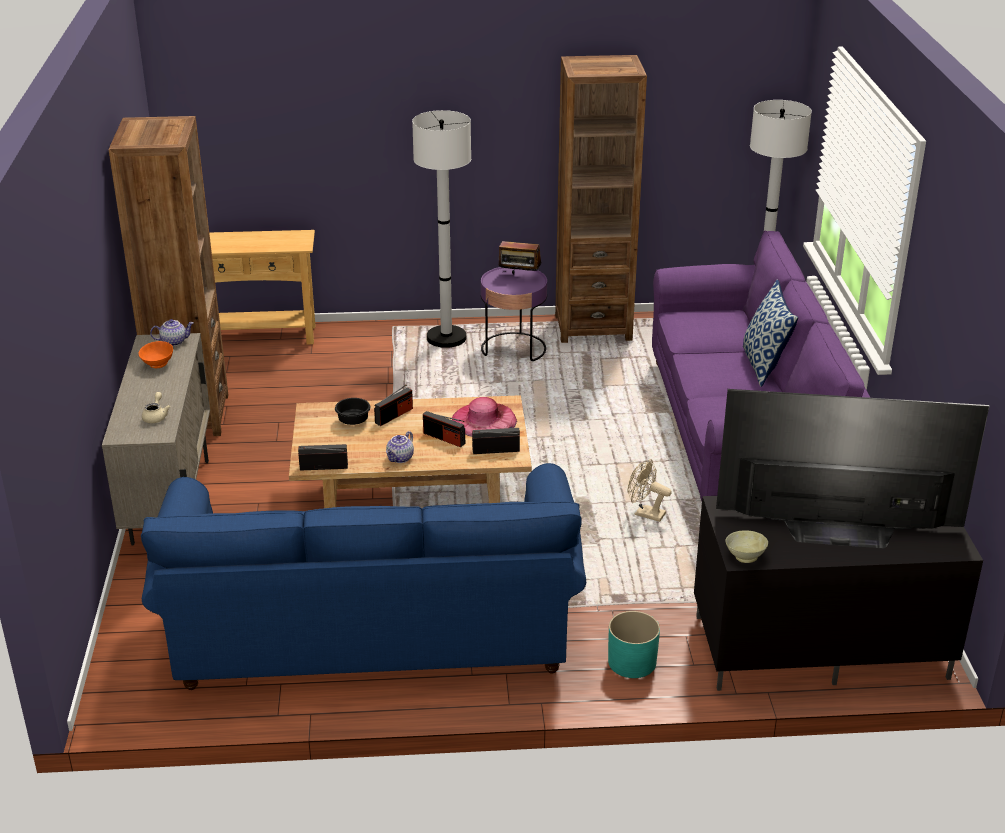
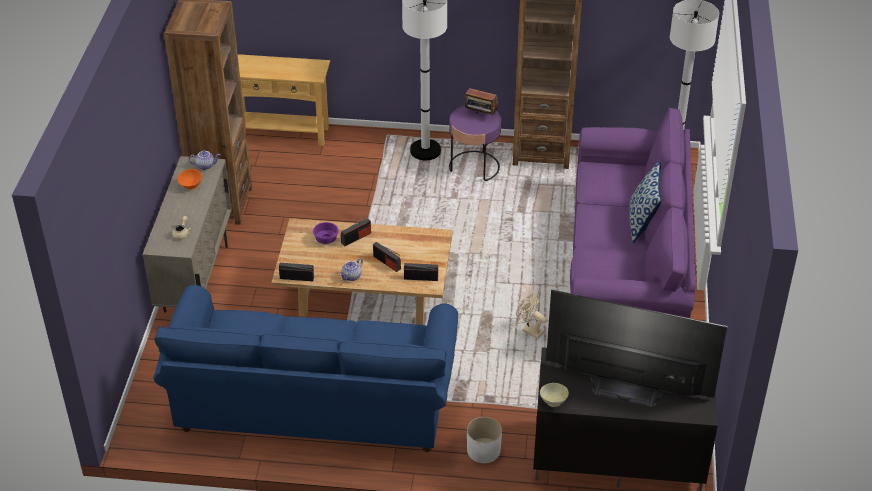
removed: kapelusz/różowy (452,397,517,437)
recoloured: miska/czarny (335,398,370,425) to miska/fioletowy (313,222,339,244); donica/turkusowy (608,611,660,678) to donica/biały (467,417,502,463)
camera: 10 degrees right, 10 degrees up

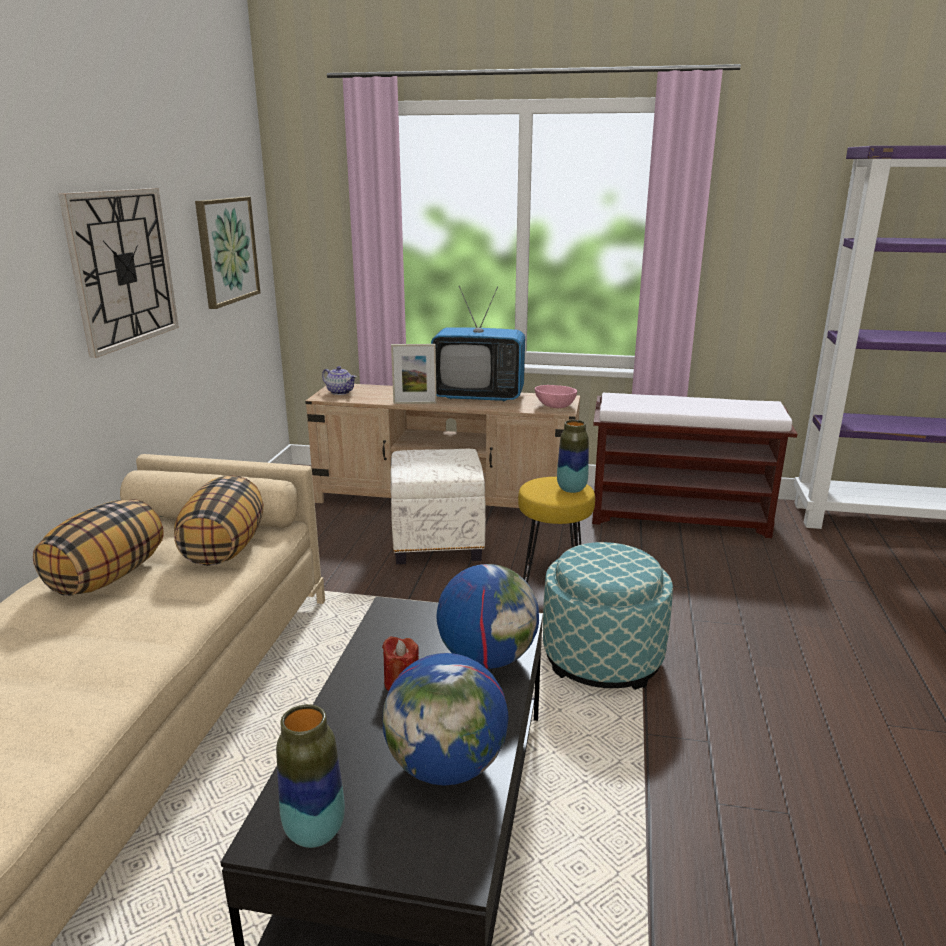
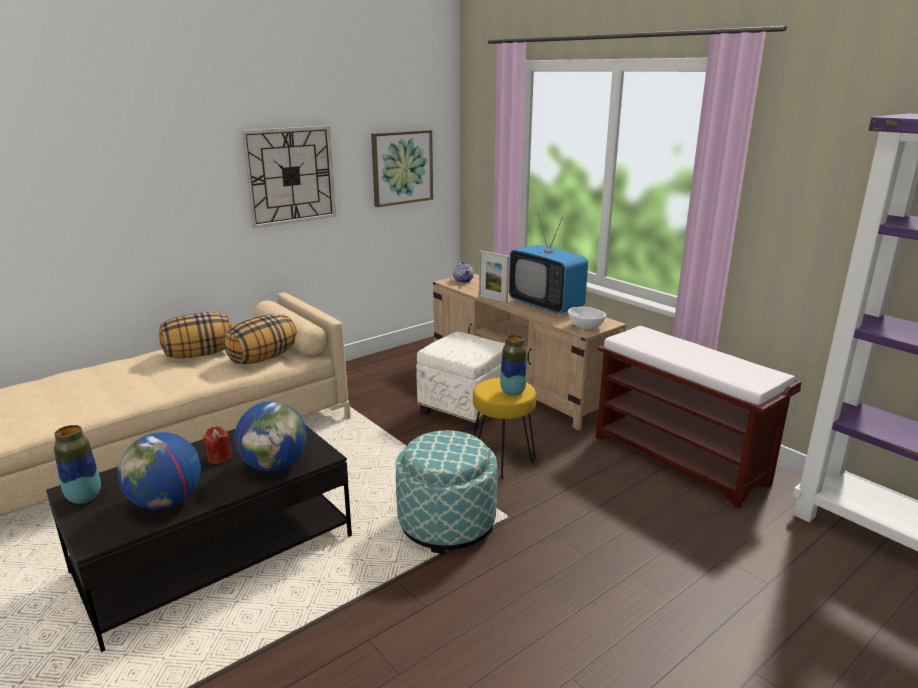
recoloured: miska/różowy (535,385,577,408) to miska/biały (568,307,606,330)
camera: 40 degrees right, 0 degrees up

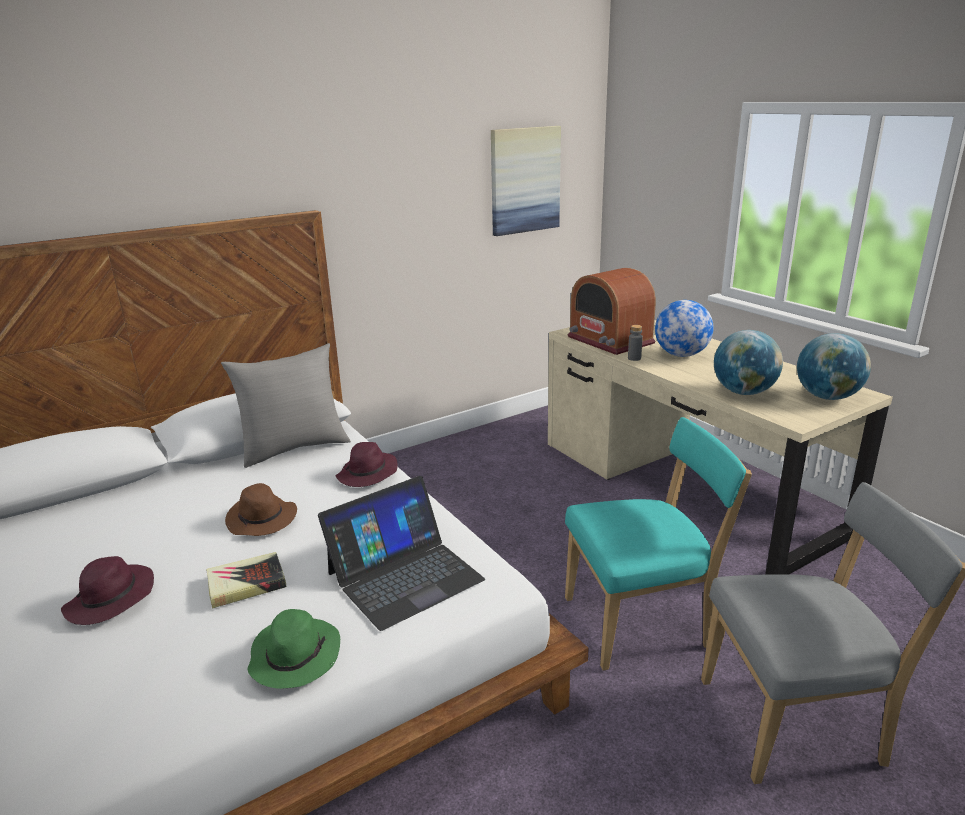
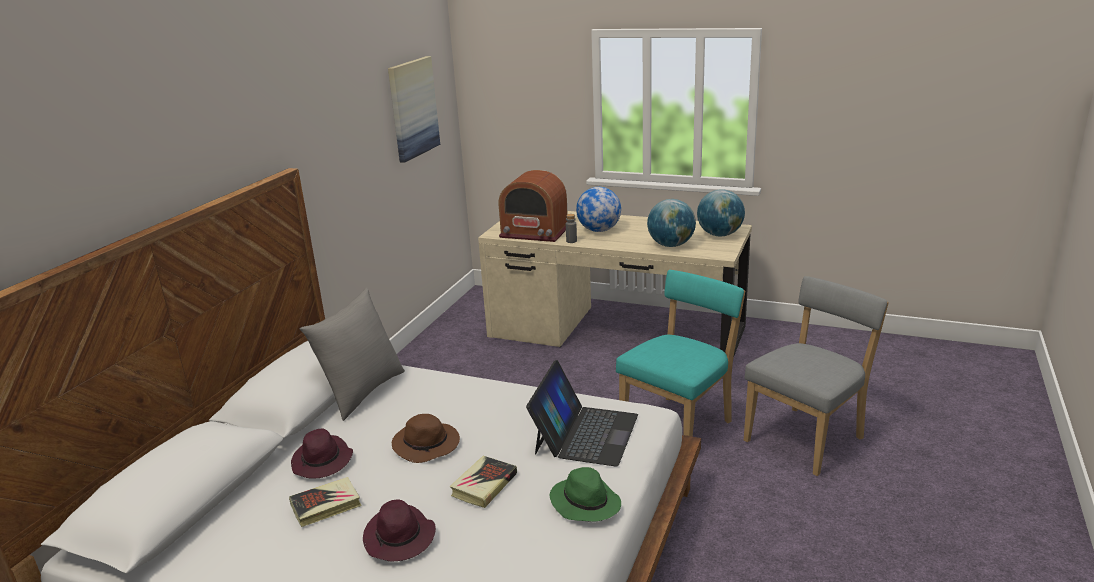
added: książka (289,477,362,527)
moved: kapelusz/fioletowy (336,442,398,487) to (291,428,353,478)
camera: 35 degrees left, 0 degrees up

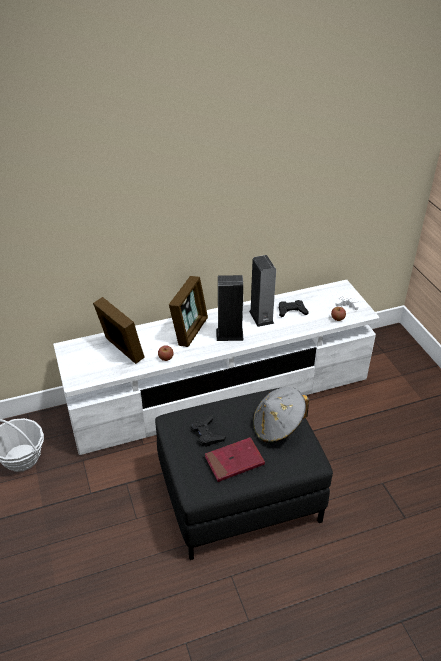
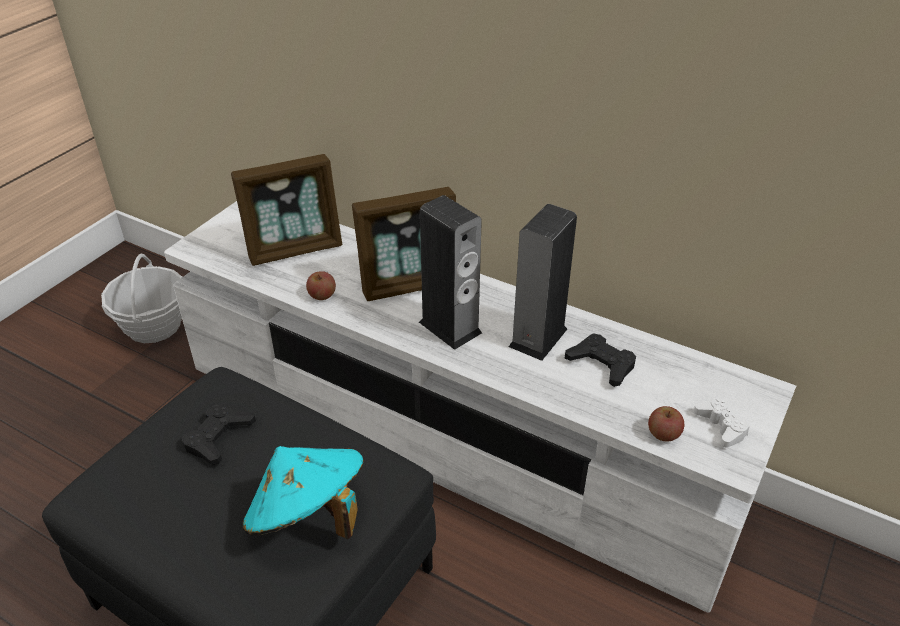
removed: książka/czerwony (205,437,265,482)
recoloured: kapelusz/szary (253,387,309,443) to kapelusz/turkusowy (243,446,363,539)
turned: ramka na zdjęcie (93,297,145,364) = (231,154,342,266) 60 degrees clockwise
camera: 50 degrees right, 0 degrees up

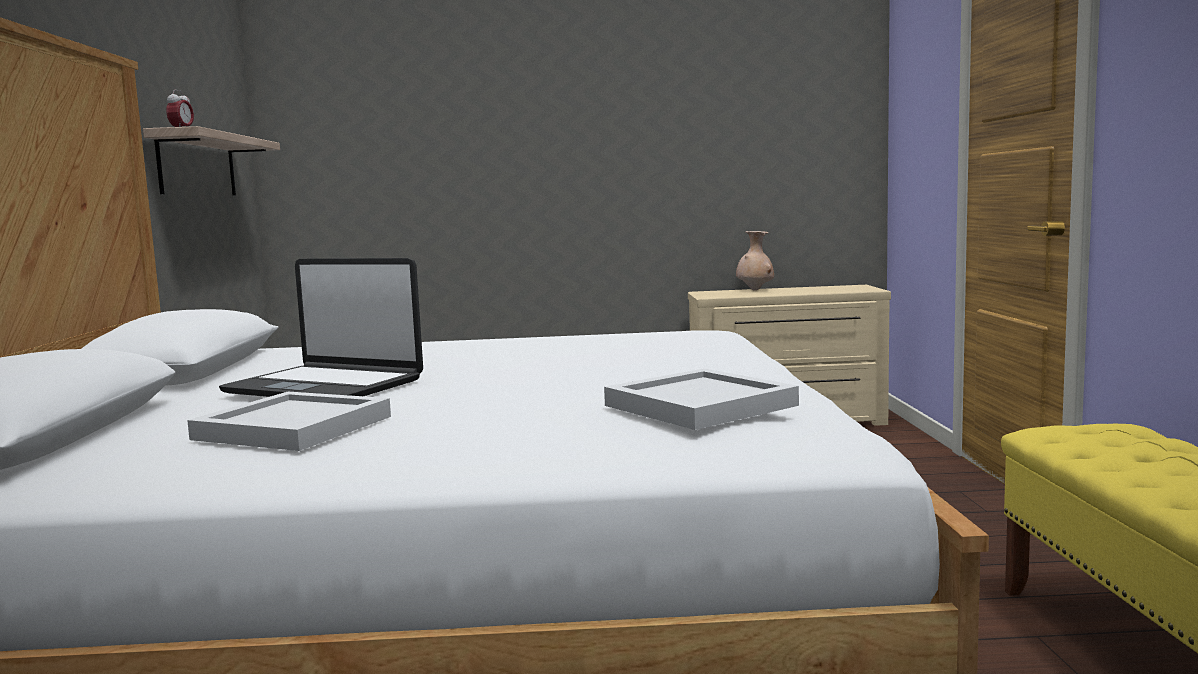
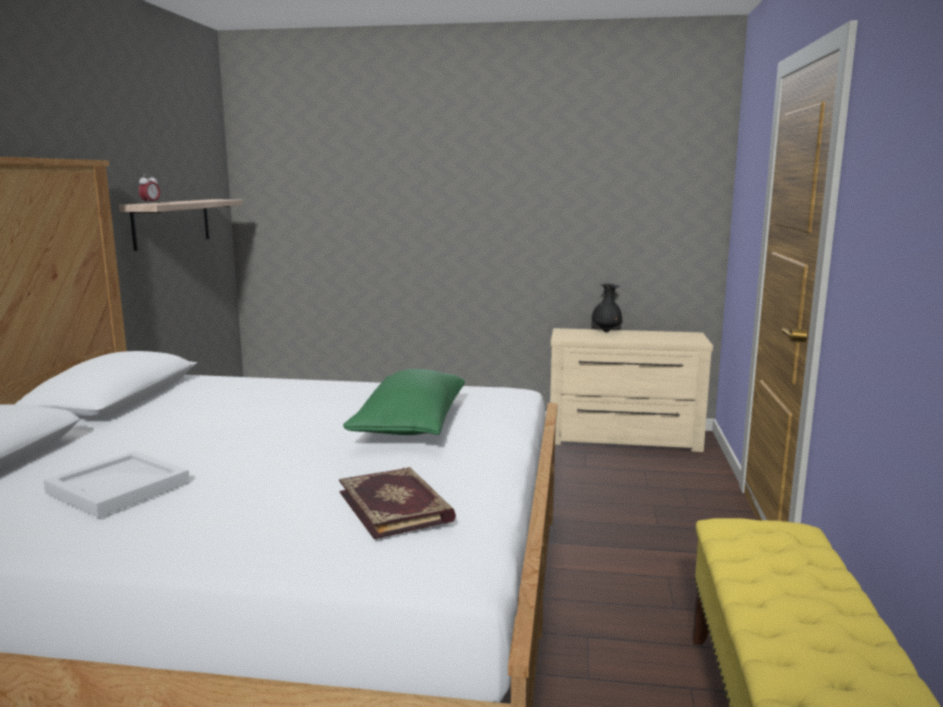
removed: laptop (219,258,423,397)
added: poduszka/zielony (343,369,465,435)
replaced: taca/biały (604,368,799,430) to książka (339,467,456,539)
recoloured: wazon/beżowy (736,231,774,290) to wazon/czarny (591,283,622,332)
camera: 10 degrees right, 5 degrees up

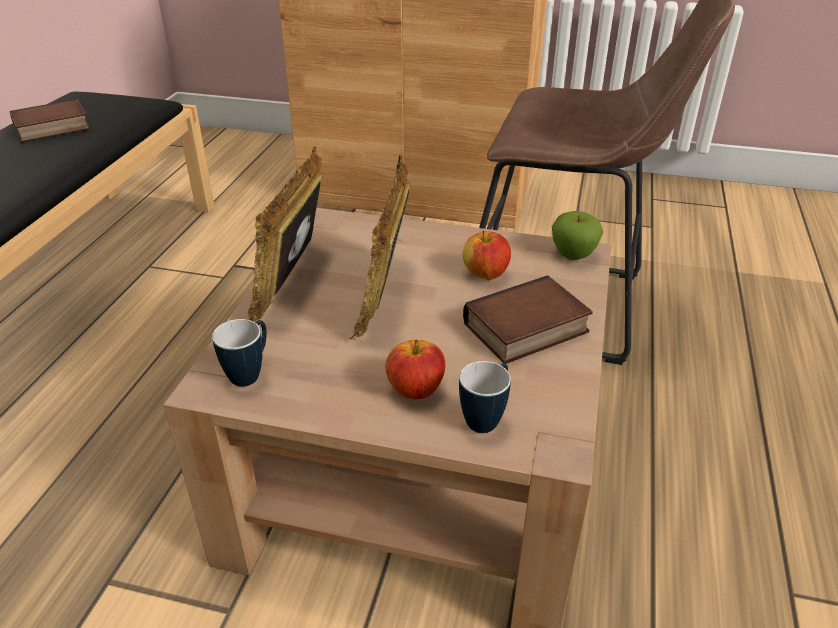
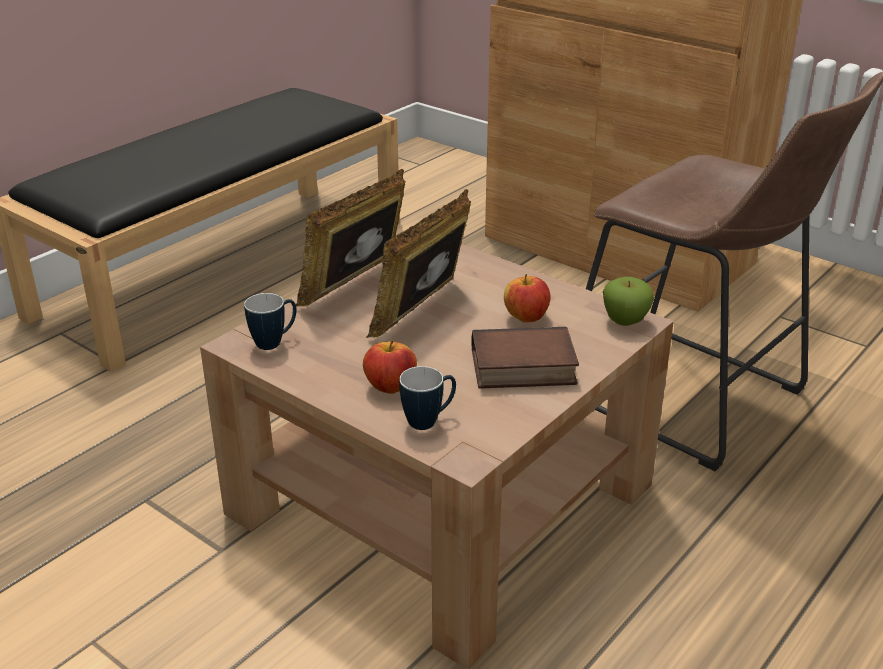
removed: książka (9,99,90,143)
camera: 25 degrees right, 5 degrees down

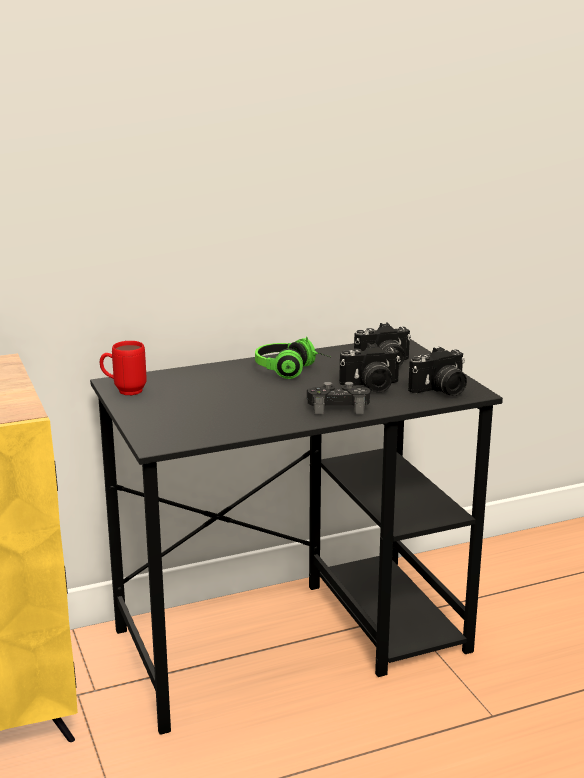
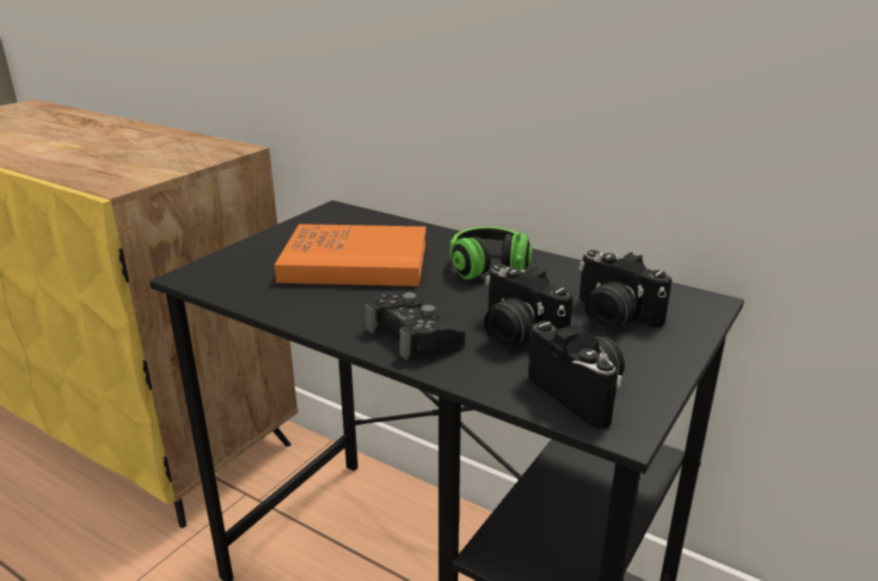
removed: kubek/czerwony (100,341,147,395)
added: książka/pomarańczowy (274,224,426,286)
turned: aparat fotograficzny (408,347,467,396) = (528,321,625,429) 150 degrees counterclockwise
camera: 55 degrees right, 5 degrees up

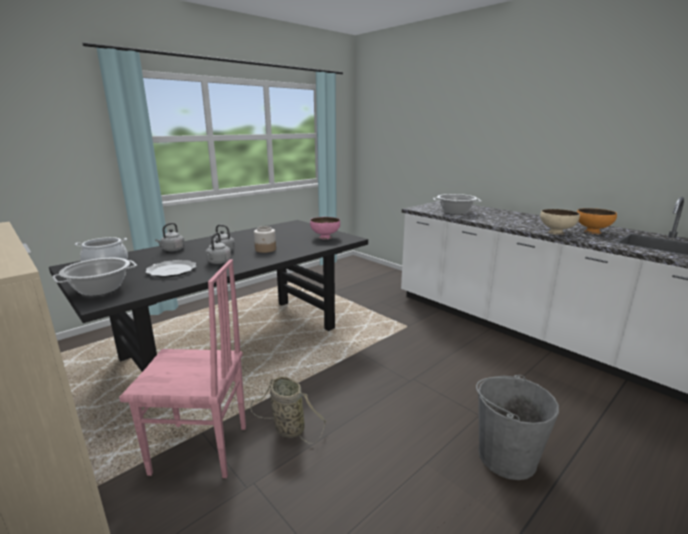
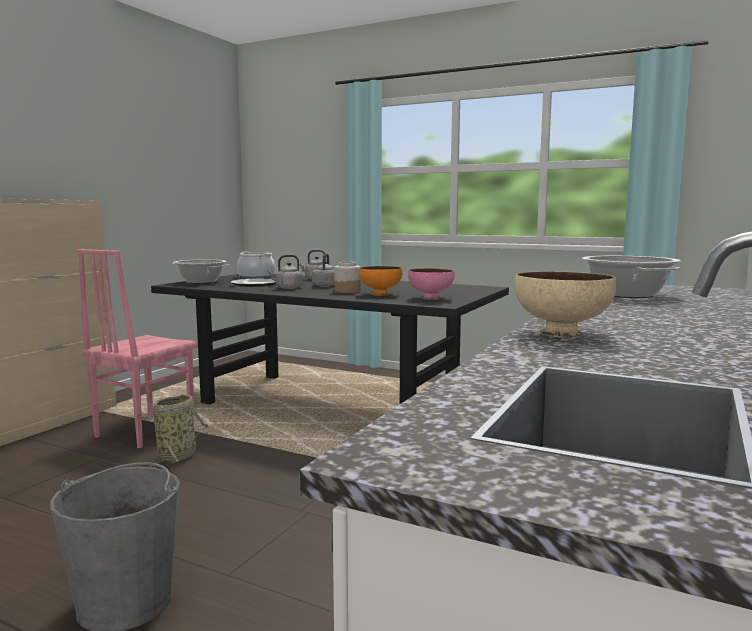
moved: miska/pomarańczowy (577,208,617,234) to (359,266,403,296)
turned: krzesło/różowy (119,259,246,478) = (78,249,198,448) 45 degrees clockwise
camera: 70 degrees right, 10 degrees down

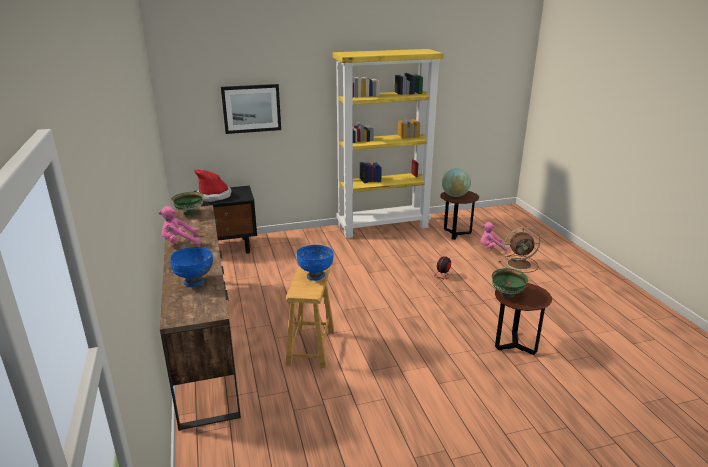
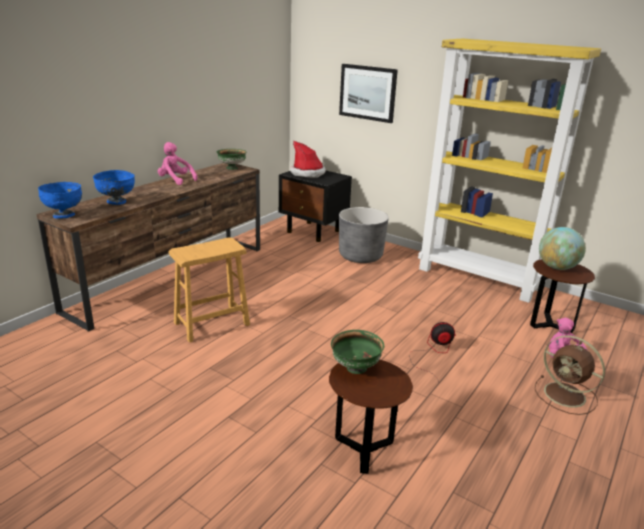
added: donica/szary (339,207,389,263)
moved: miska/niebieski (296,245,334,281) to (38,182,82,219)
camera: 50 degrees right, 0 degrees up

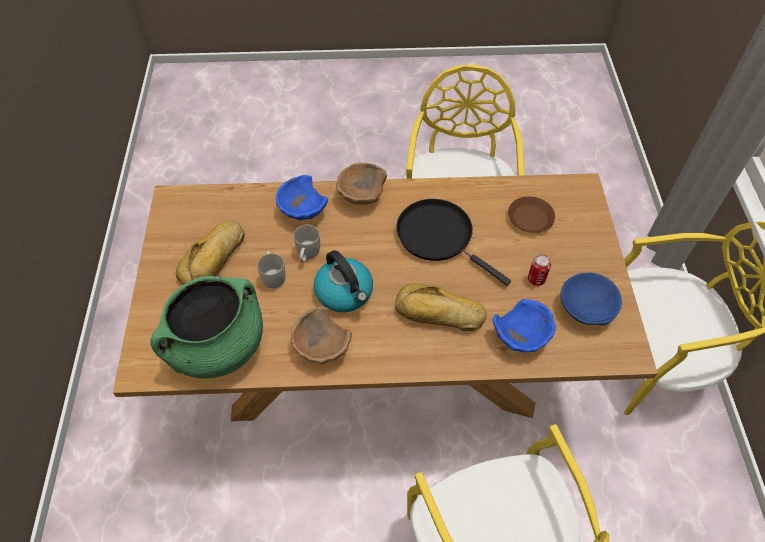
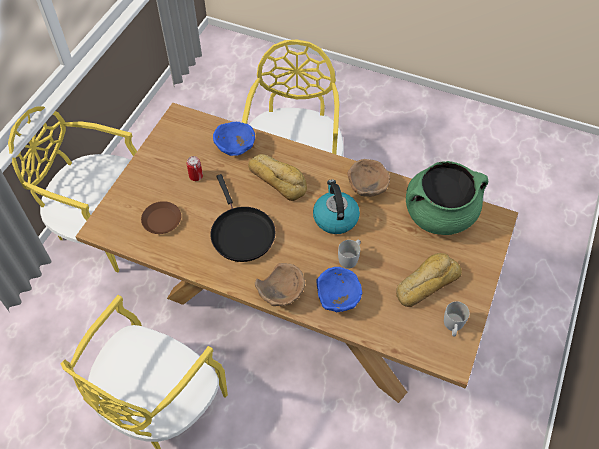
removed: miska/niebieski (560,272,622,325)
moved: kubek/biały (257,251,285,288) to (444,301,470,336)
camera: 155 degrees left, 0 degrees up

